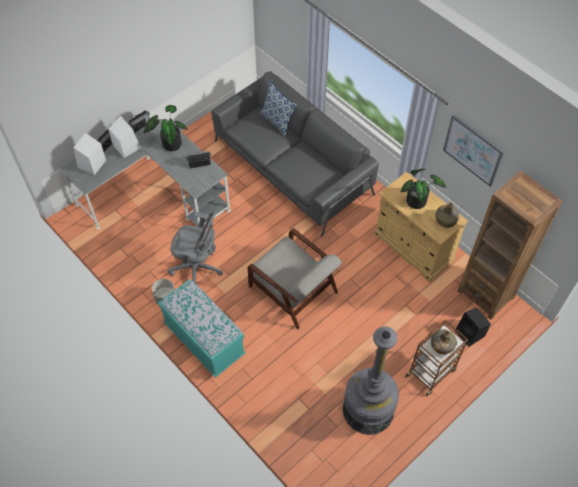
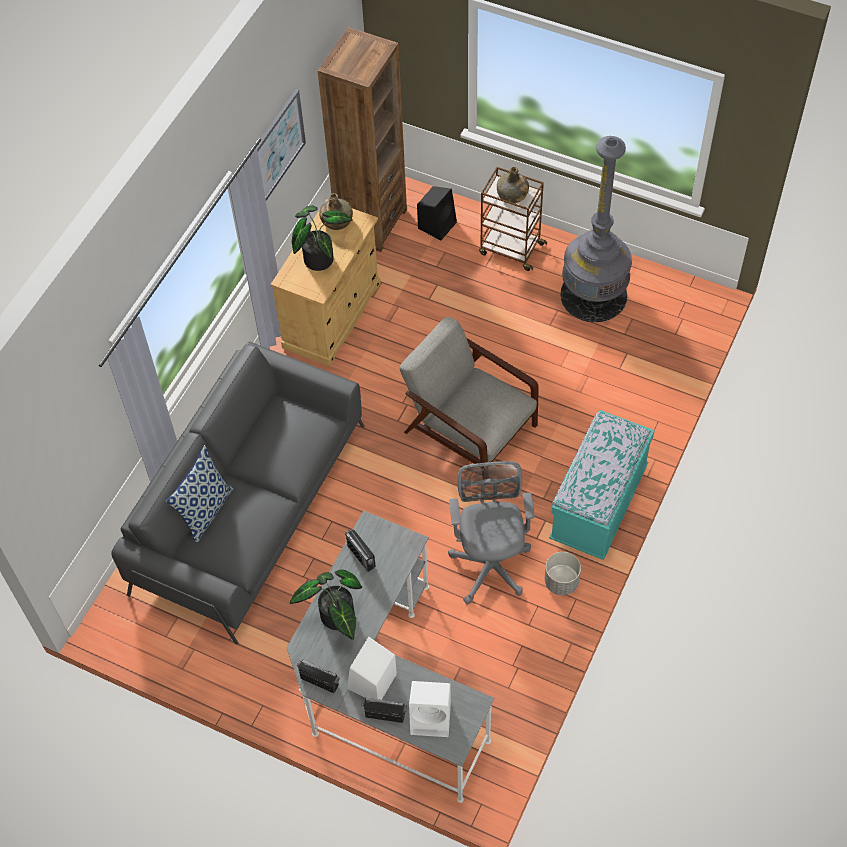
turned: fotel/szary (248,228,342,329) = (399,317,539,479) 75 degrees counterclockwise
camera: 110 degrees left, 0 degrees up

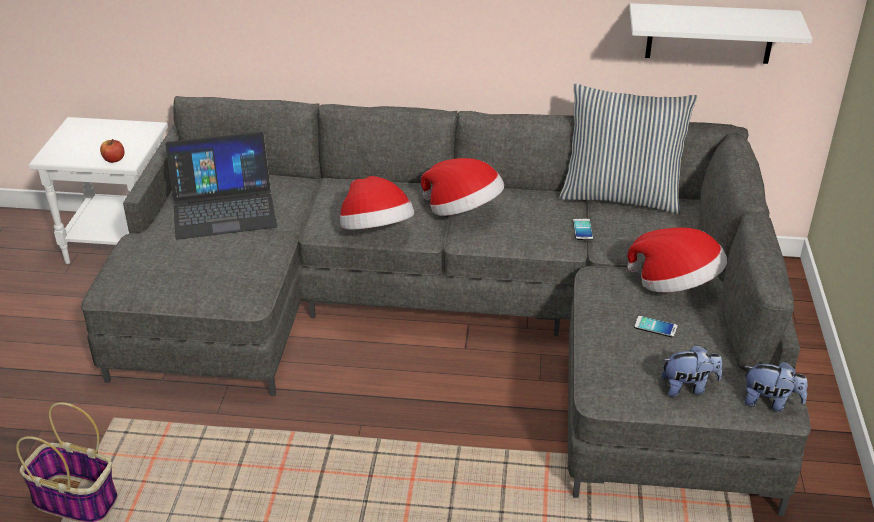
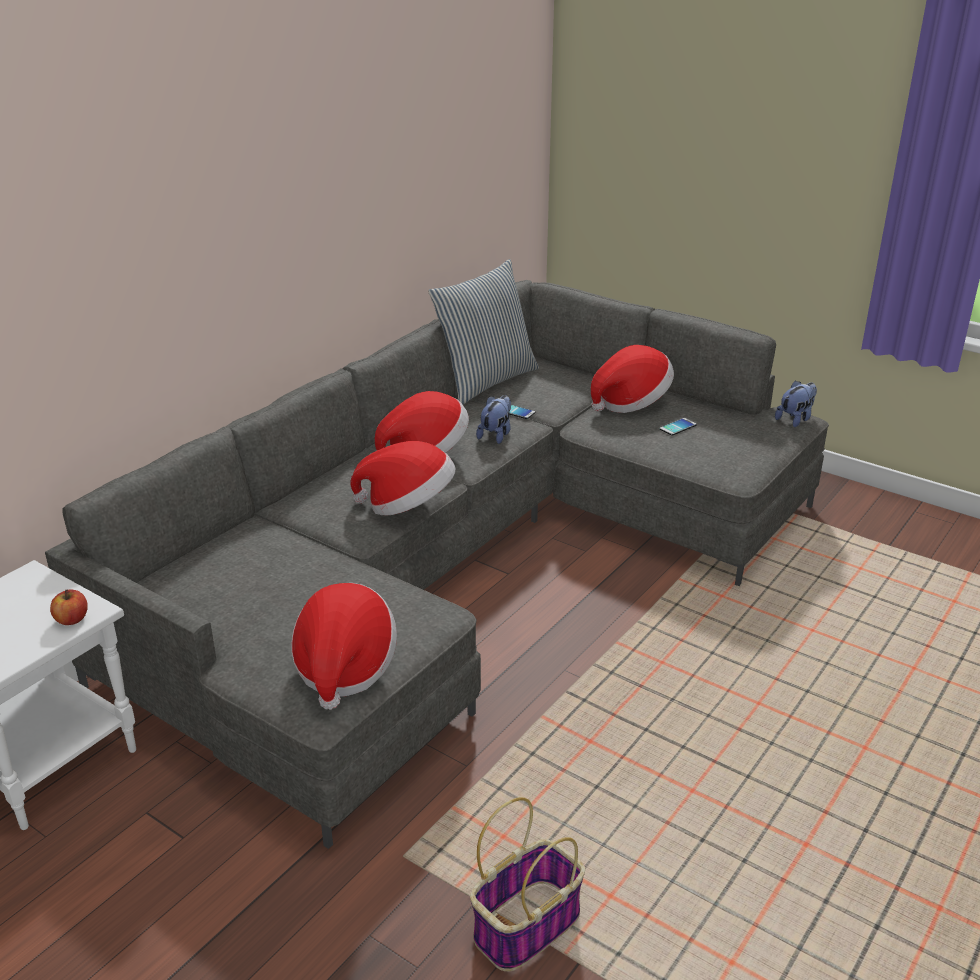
removed: laptop (165,132,277,240); półka/biały (629,3,812,64)
added: kapelusz (291,583,397,710)
moved: pluszak (662,345,722,397) to (476,395,511,444)
camera: 60 degrees left, 5 degrees down

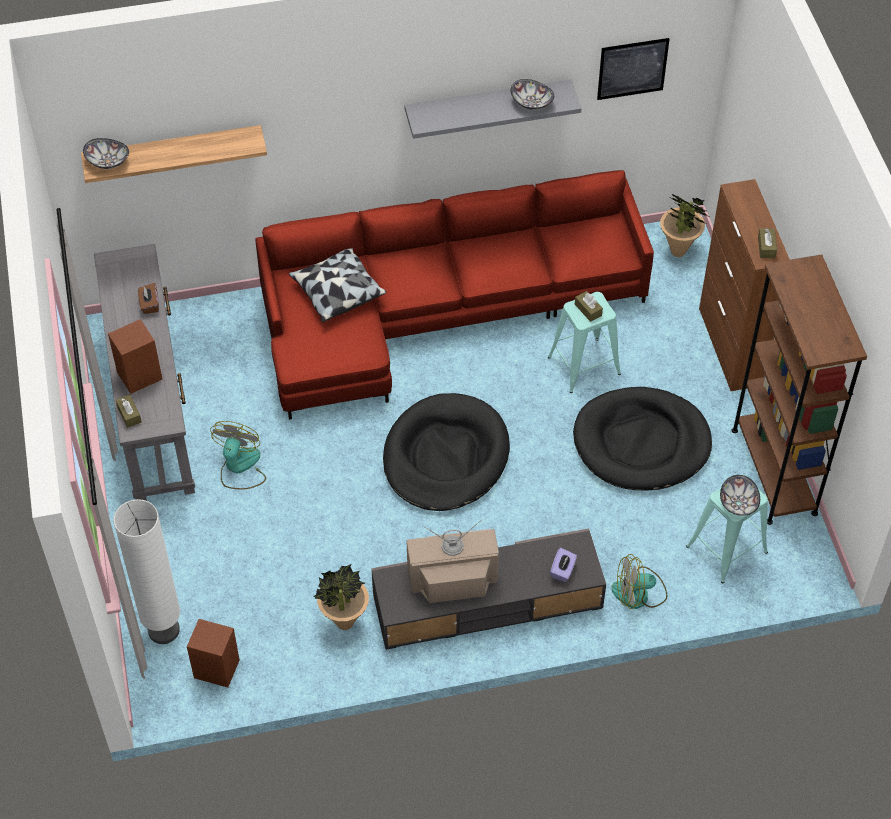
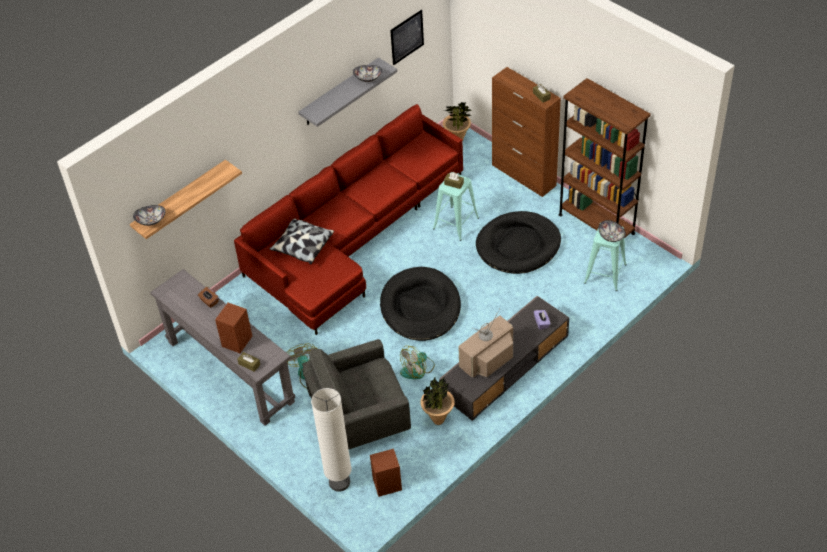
added: fotel/szary (303,339,411,449)
moved: wentylator (612,554,667,609) to (400,346,435,379)
camera: 30 degrees left, 5 degrees down

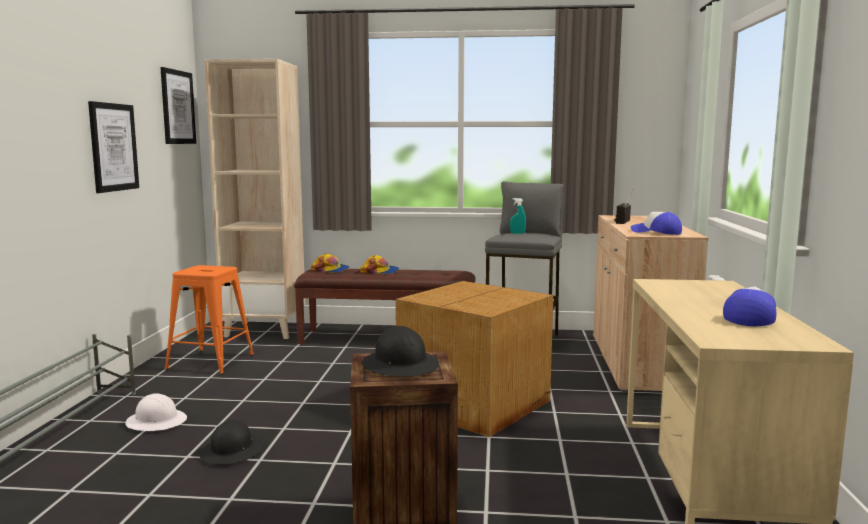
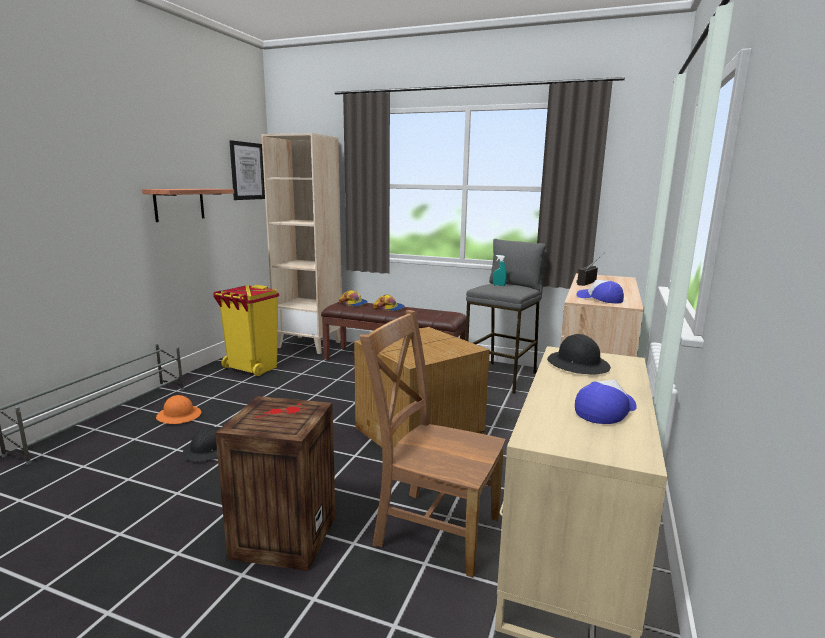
added: krzesło/brązowy (359,310,506,578)
moved: kask/czarny (362,326,439,377) to (547,334,611,374)
replaced: obraz (88,101,139,193) to półka (142,189,234,222); stołek/pomarańczowy (165,265,254,374) to kosz na śmieci/żółty (213,285,279,376)
recoloured: kask/biały (125,393,187,431) to kask/pomarańczowy (156,395,201,424)
camera: 15 degrees right, 5 degrees up

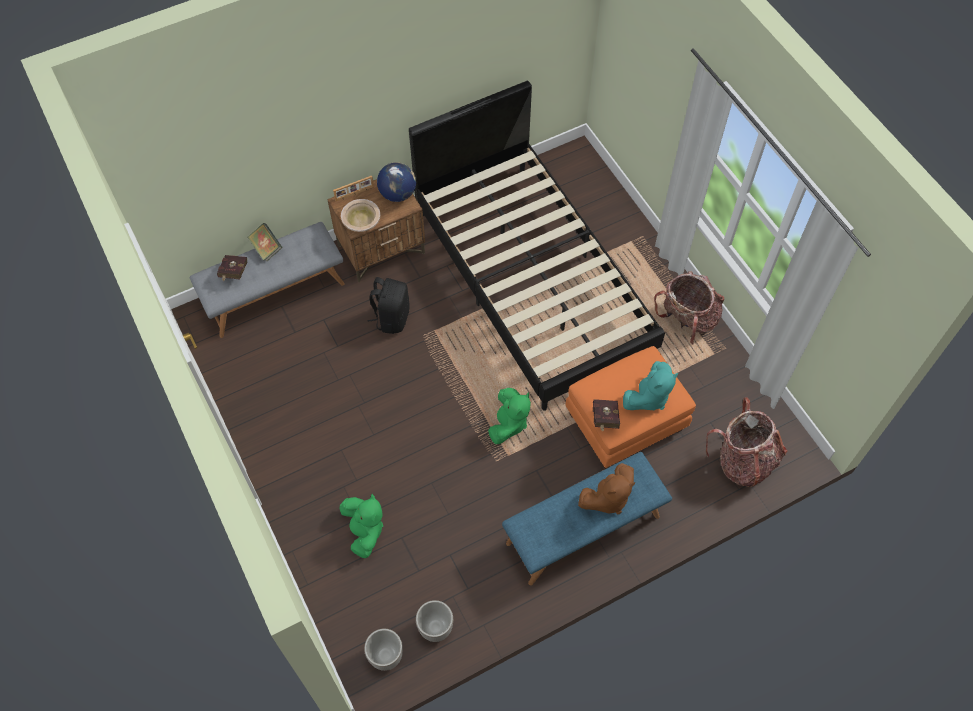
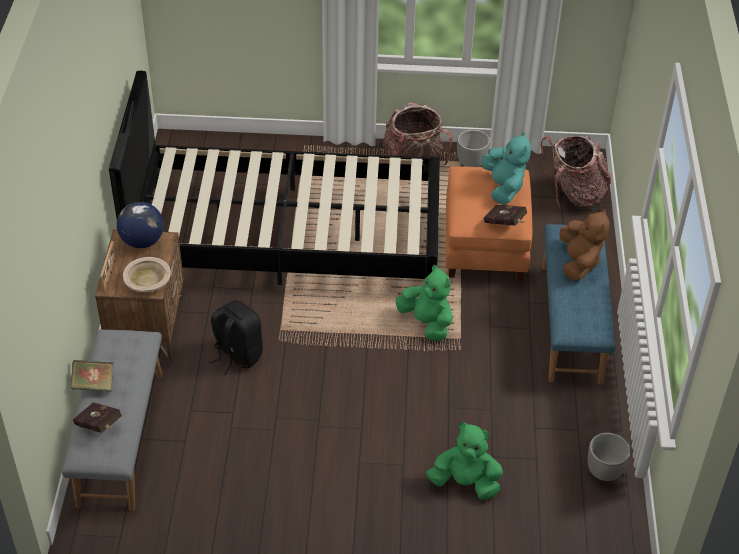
moved: donica (364,629,403,671) to (457,130,490,167)
camera: 60 degrees left, 15 degrees down

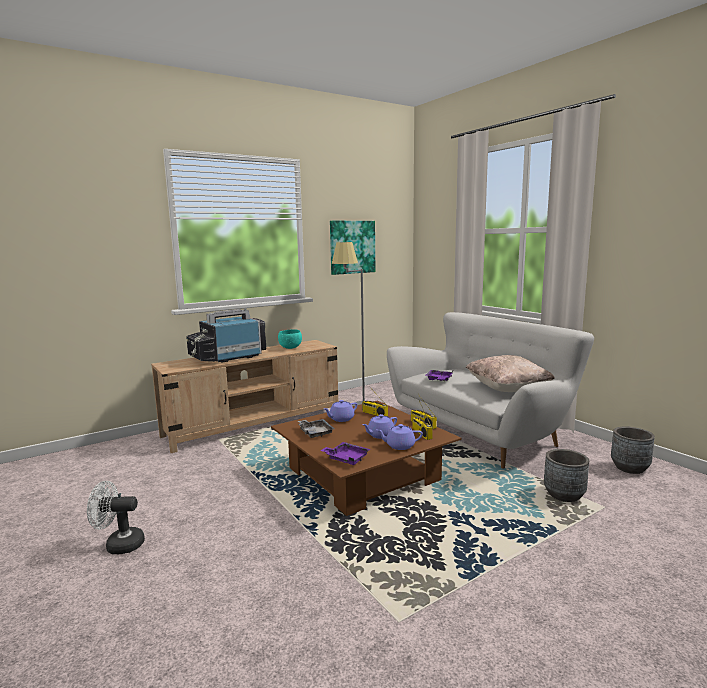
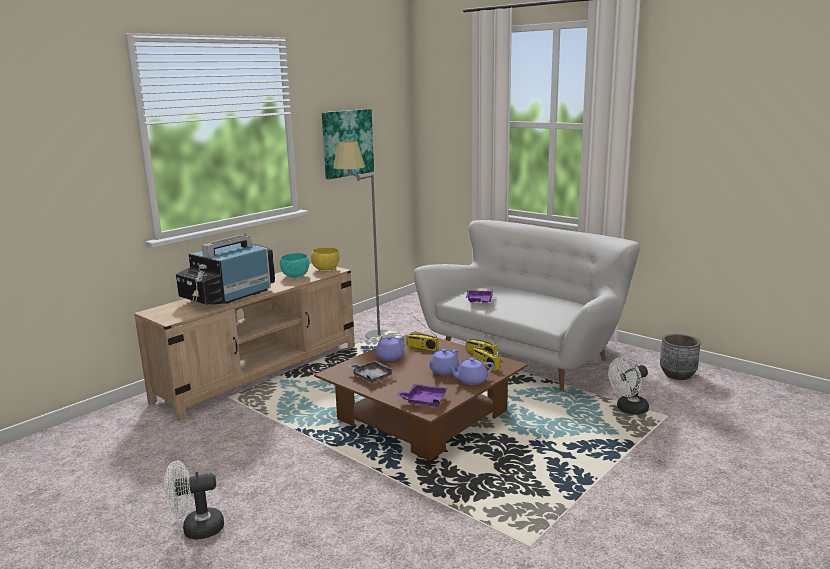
removed: poduszka/beżowy (466,355,555,392)
added: miska/żółty (311,248,340,271)
replaced: donica/szary (544,449,589,502) to wentylator/biały (608,357,649,415)
camera: 15 degrees left, 5 degrees up

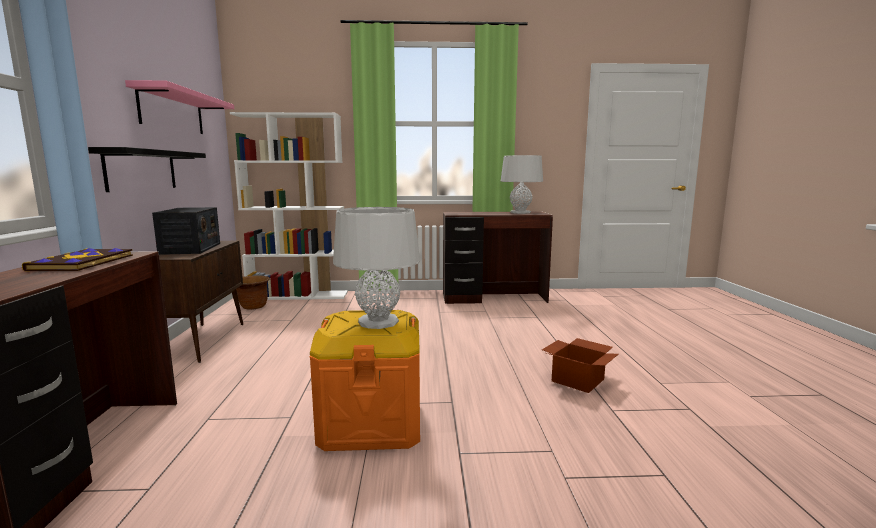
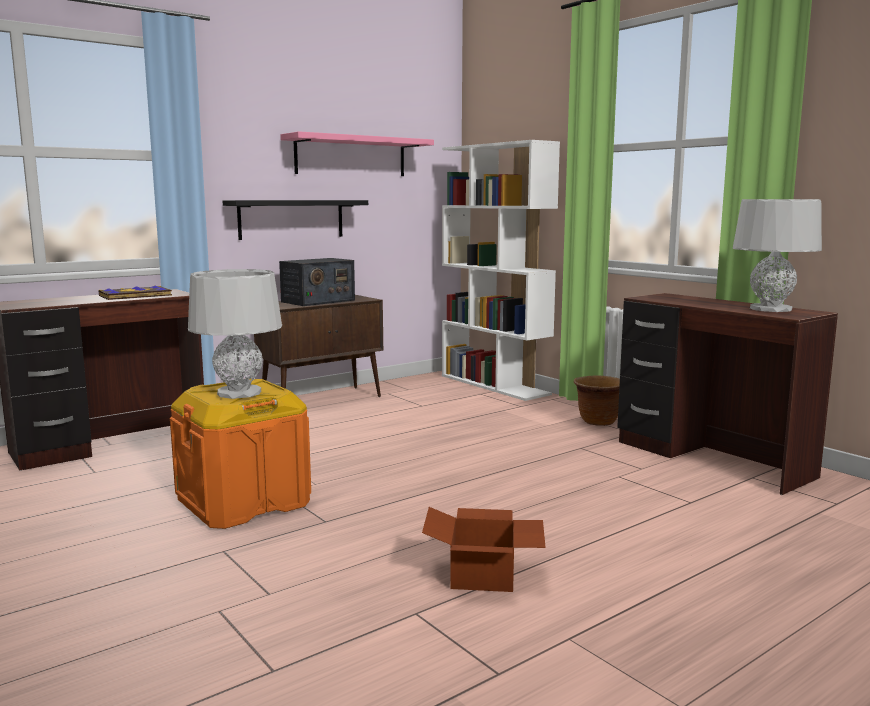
moved: donica/brązowy (236,275,270,310) to (574,375,620,426)
camera: 55 degrees right, 0 degrees up

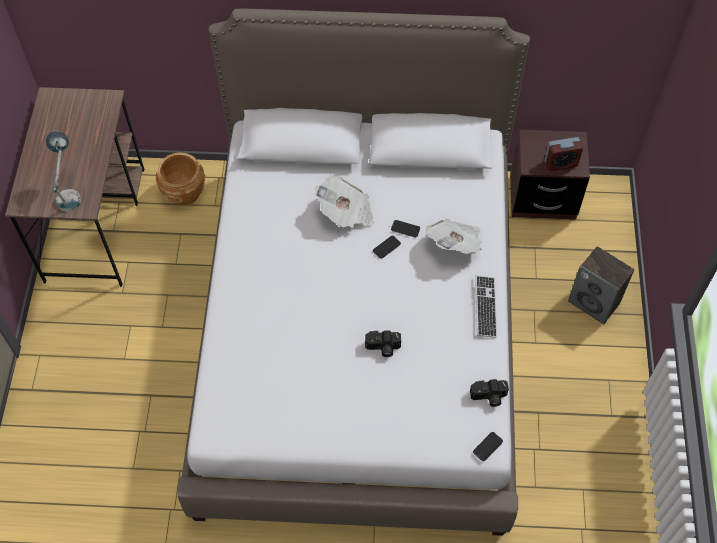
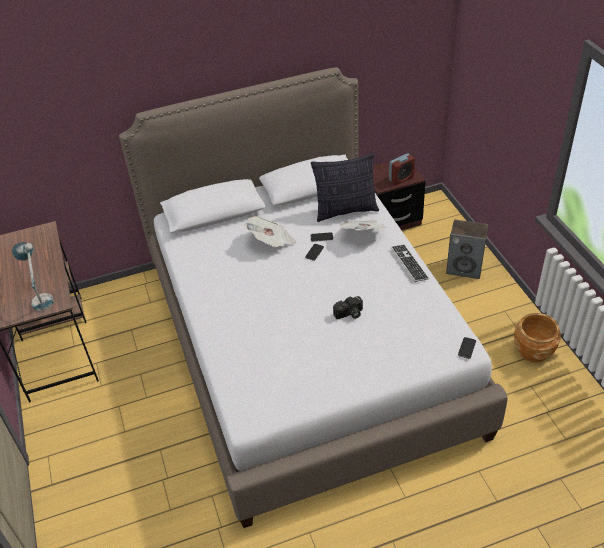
removed: aparat fotograficzny (470,379,509,407)
added: poduszka (311,153,379,222)
moved: donica/brązowy (156,153,206,206) to (514,313,561,363)
camera: 20 degrees left, 15 degrees down

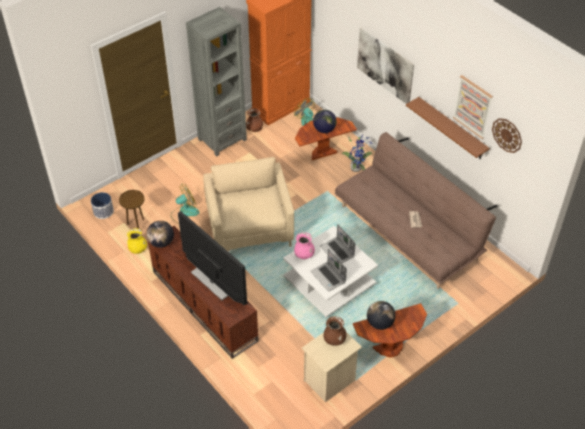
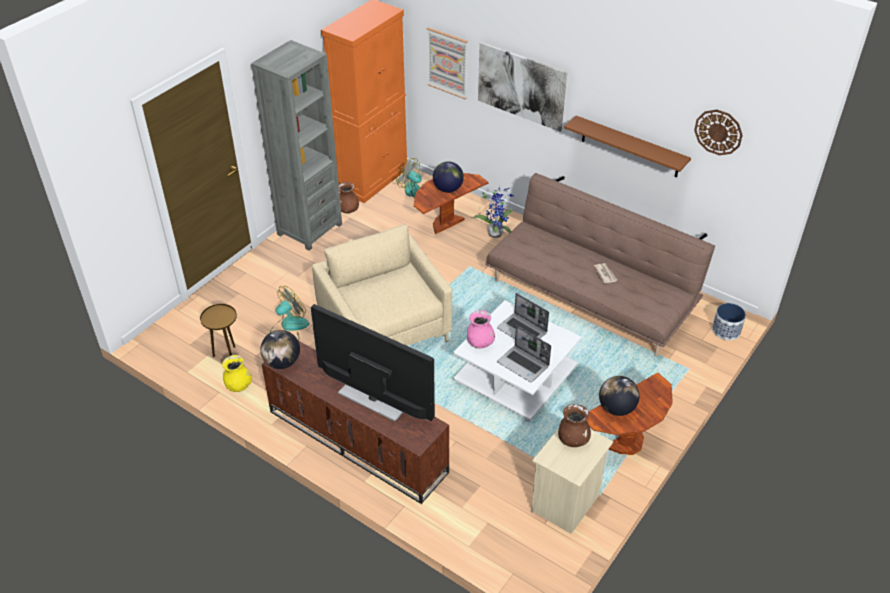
moved: obraz (453,75,493,139) to (427,27,468,99); donica (91,192,114,219) to (712,303,746,340)
camera: 15 degrees left, 5 degrees down

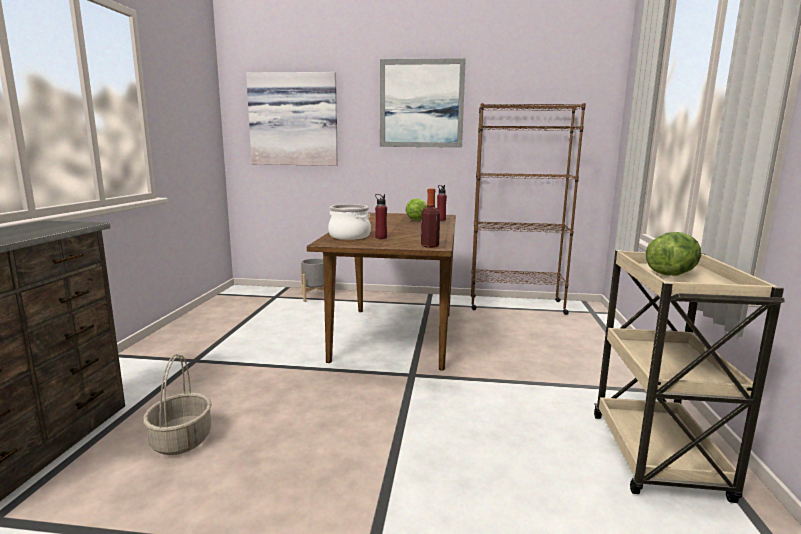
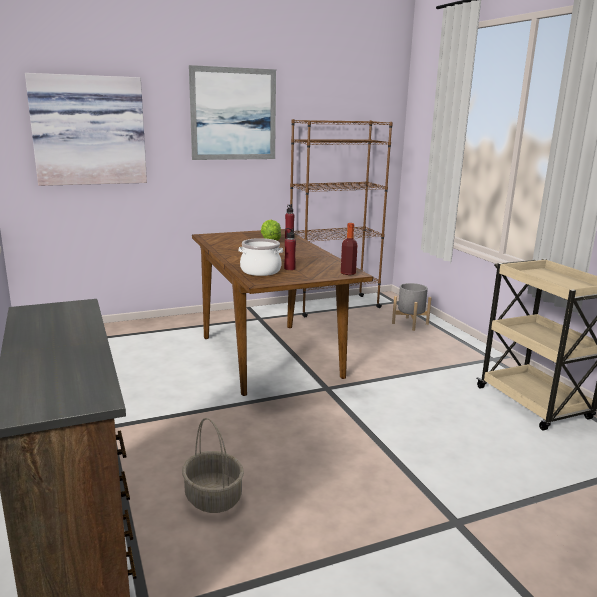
removed: sałata (646,232,701,276)
moved: donica/szary (301,259,324,302) to (392,283,432,331)
camera: 30 degrees left, 5 degrees up

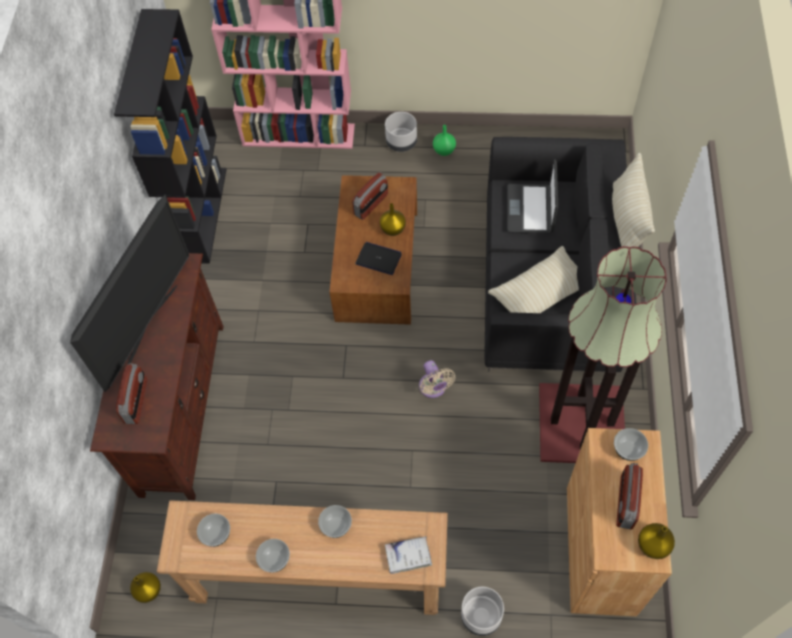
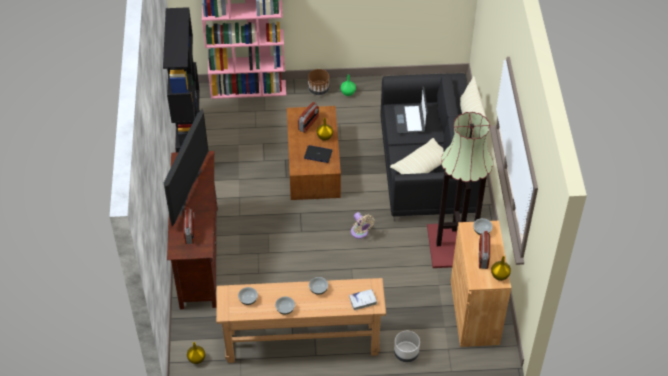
recoloured: donica/szary (385,112,417,152) to donica/brązowy (308,69,329,95)
camera: 10 degrees left, 10 degrees down

